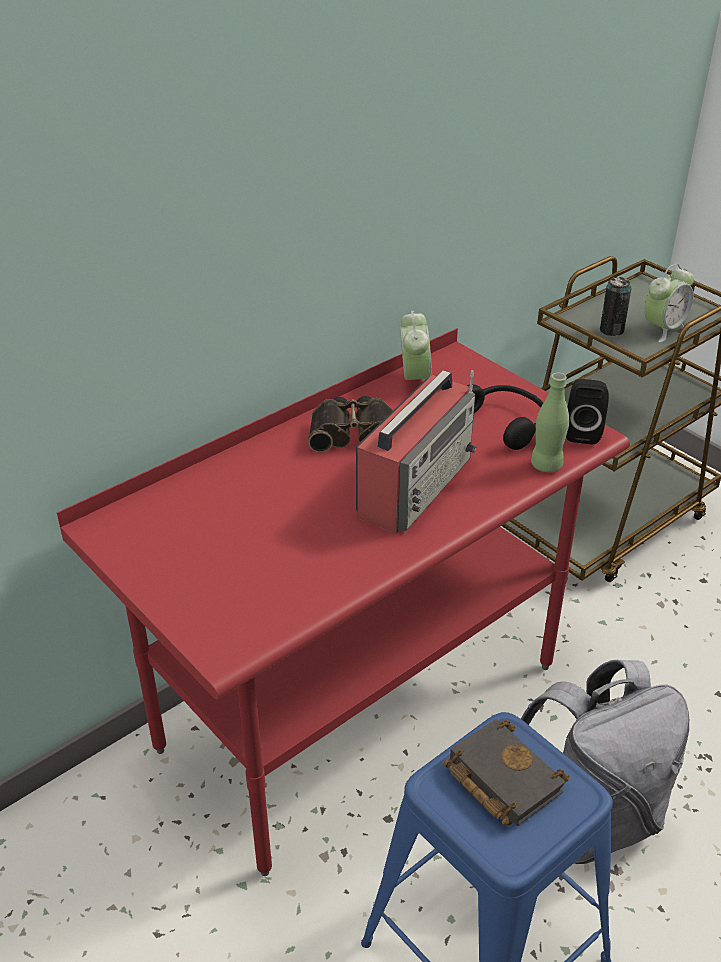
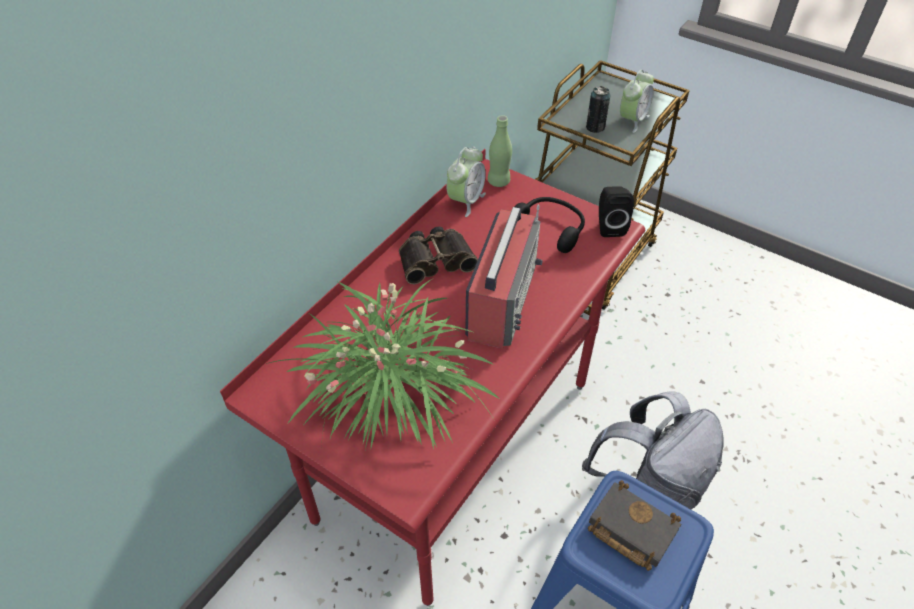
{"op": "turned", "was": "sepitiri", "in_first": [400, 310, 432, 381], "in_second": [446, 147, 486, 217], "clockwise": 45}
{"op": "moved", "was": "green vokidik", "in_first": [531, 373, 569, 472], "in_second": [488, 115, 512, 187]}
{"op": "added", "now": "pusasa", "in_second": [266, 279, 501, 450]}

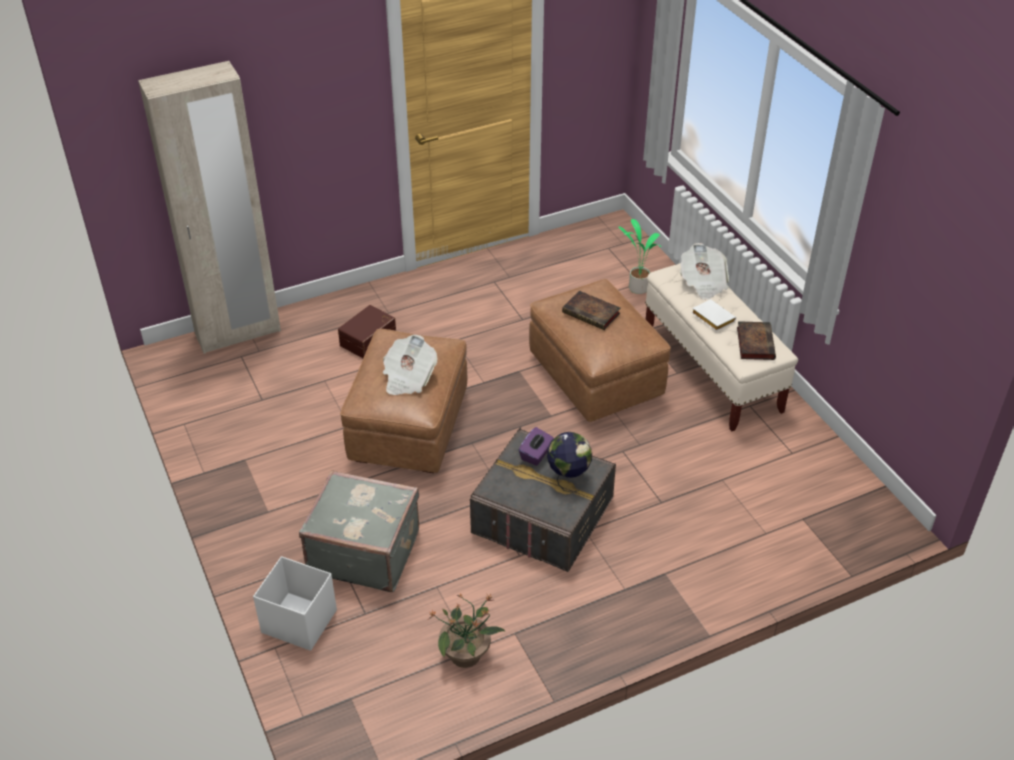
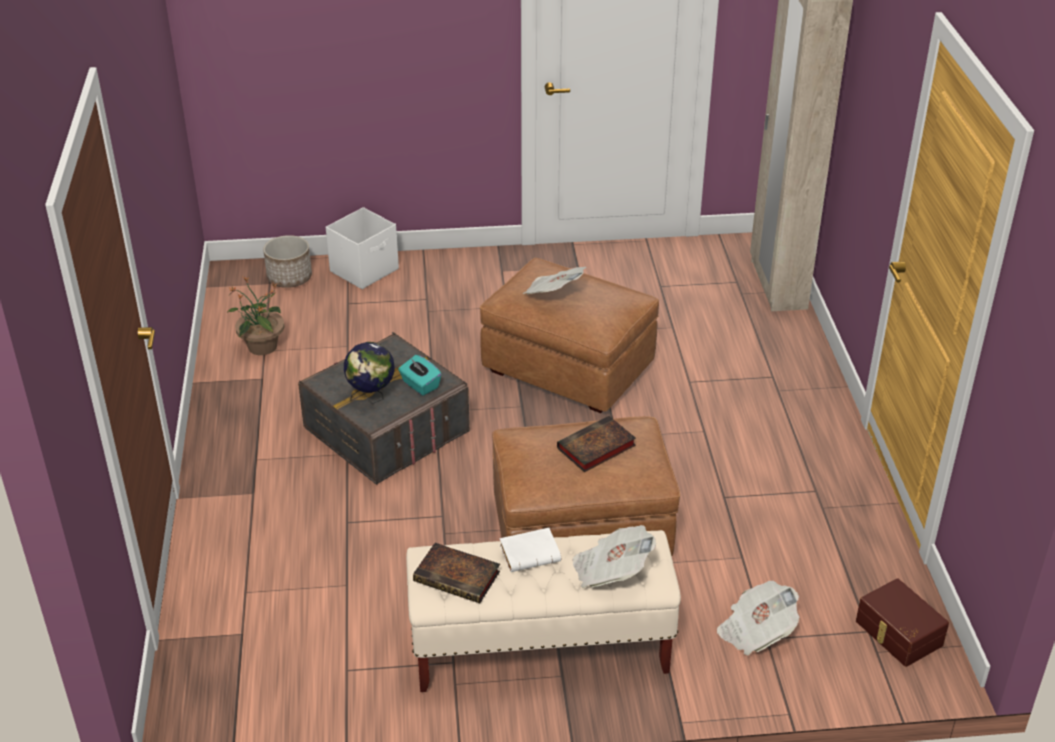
{"op": "removed", "was": "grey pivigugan", "in_first": [299, 470, 419, 592]}
{"op": "moved", "was": "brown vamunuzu", "in_first": [338, 305, 396, 358], "in_second": [856, 578, 949, 667]}
{"op": "recoloured", "was": "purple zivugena", "now": "turquoise zivugena", "in_first": [519, 427, 554, 466], "in_second": [398, 355, 441, 396]}
{"op": "replaced", "was": "pusasa", "now": "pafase", "in_first": [618, 219, 662, 294], "in_second": [717, 581, 799, 656]}
{"op": "added", "now": "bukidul", "in_second": [263, 235, 312, 288]}

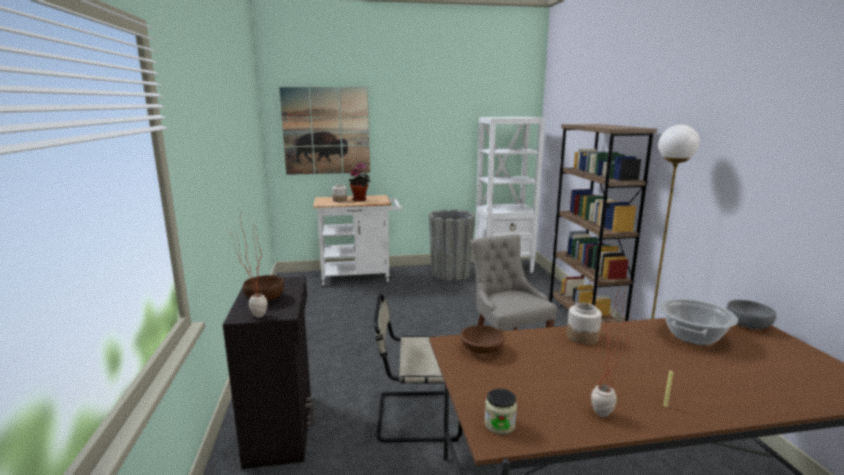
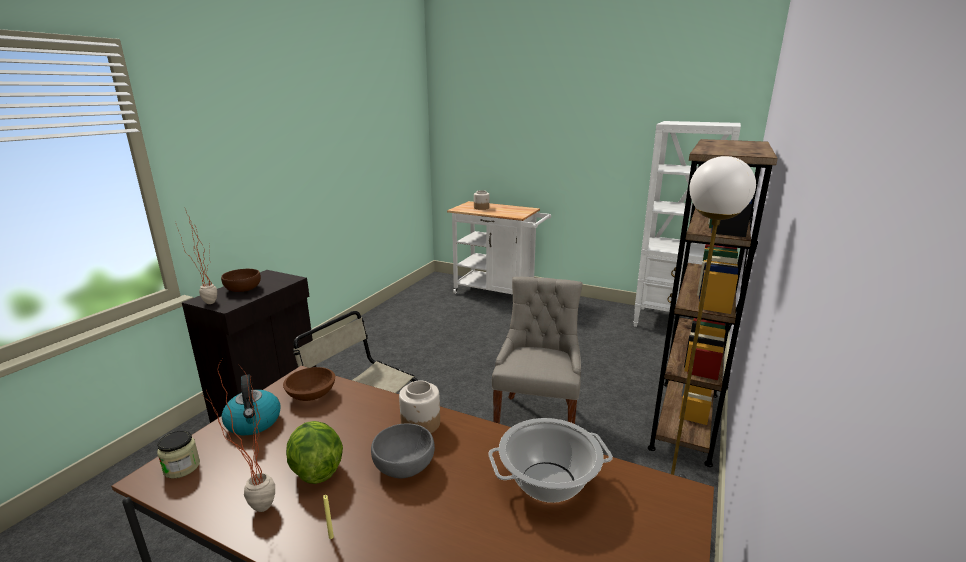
{"op": "removed", "was": "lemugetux", "in_first": [279, 87, 370, 175]}
{"op": "removed", "was": "pusasa", "in_first": [349, 162, 370, 201]}
{"op": "removed", "was": "grey bukidul", "in_first": [429, 209, 475, 281]}
{"op": "moved", "was": "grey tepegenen", "in_first": [727, 300, 776, 329], "in_second": [371, 424, 435, 479]}
{"op": "added", "now": "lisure", "in_second": [222, 375, 281, 435]}
{"op": "added", "now": "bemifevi", "in_second": [286, 421, 343, 484]}

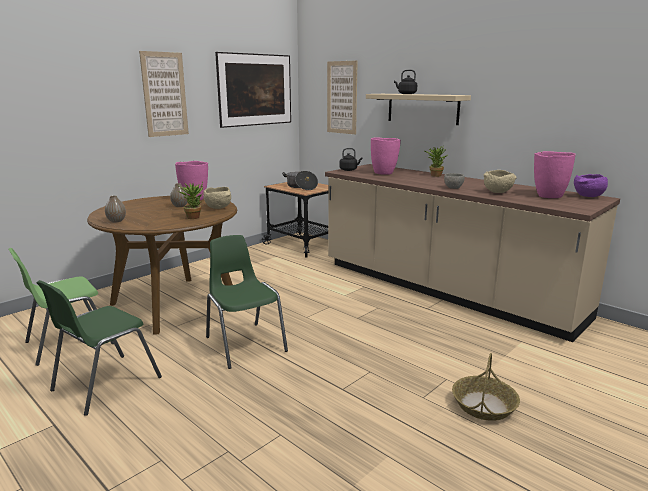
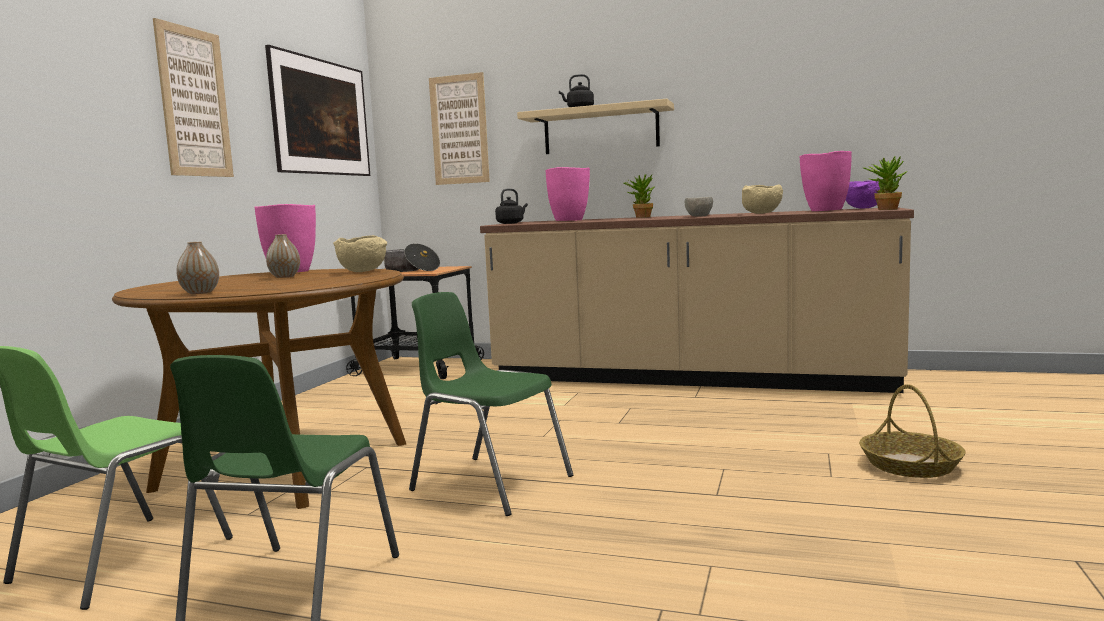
{"op": "moved", "was": "pusasa", "in_first": [178, 182, 203, 219], "in_second": [863, 156, 907, 210]}

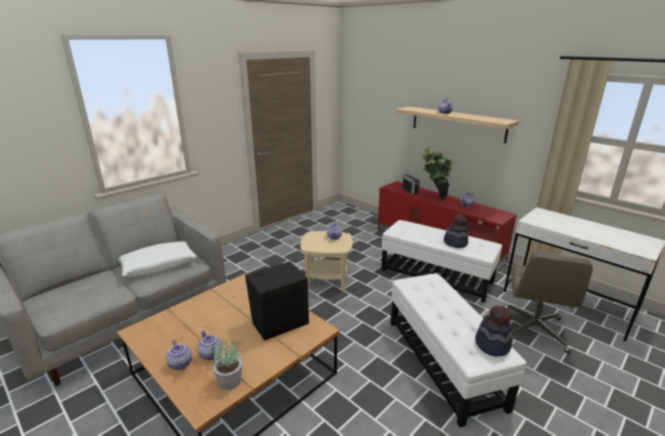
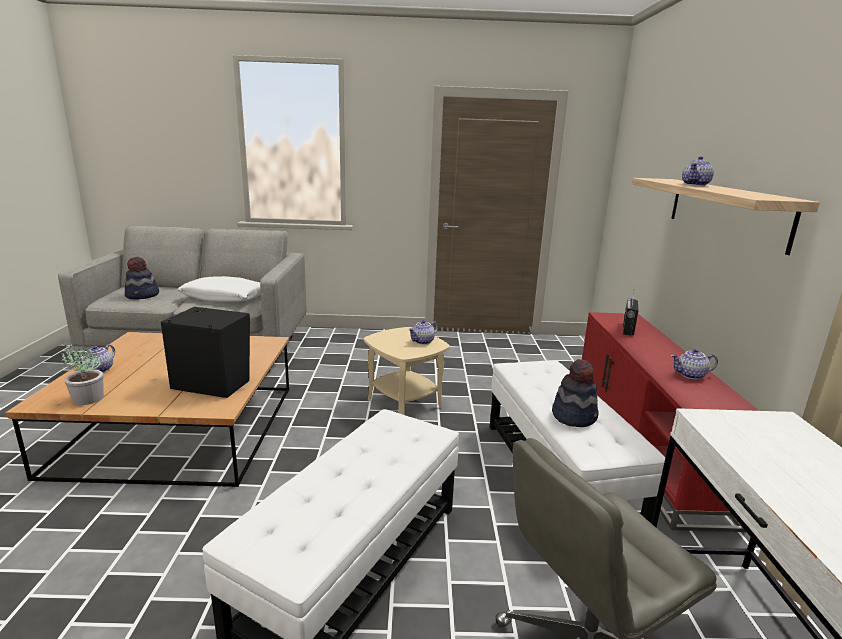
{"op": "removed", "was": "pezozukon", "in_first": [197, 331, 222, 360]}
{"op": "removed", "was": "pusasa", "in_first": [423, 146, 454, 199]}
{"op": "moved", "was": "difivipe", "in_first": [475, 305, 512, 356], "in_second": [125, 257, 159, 299]}

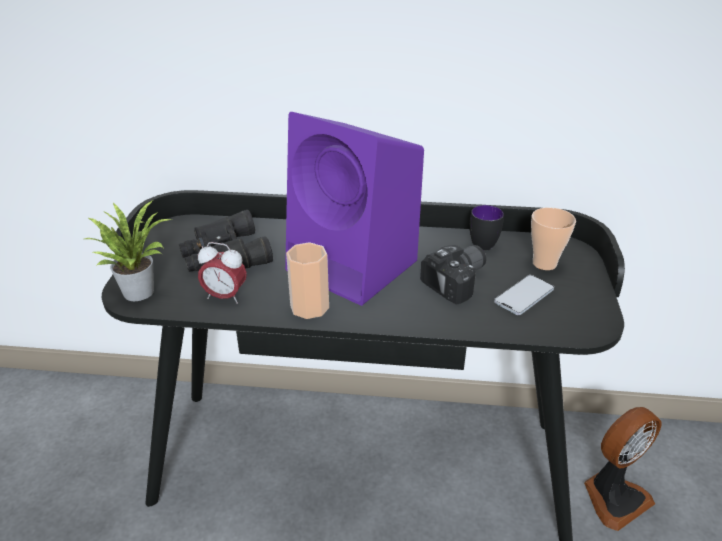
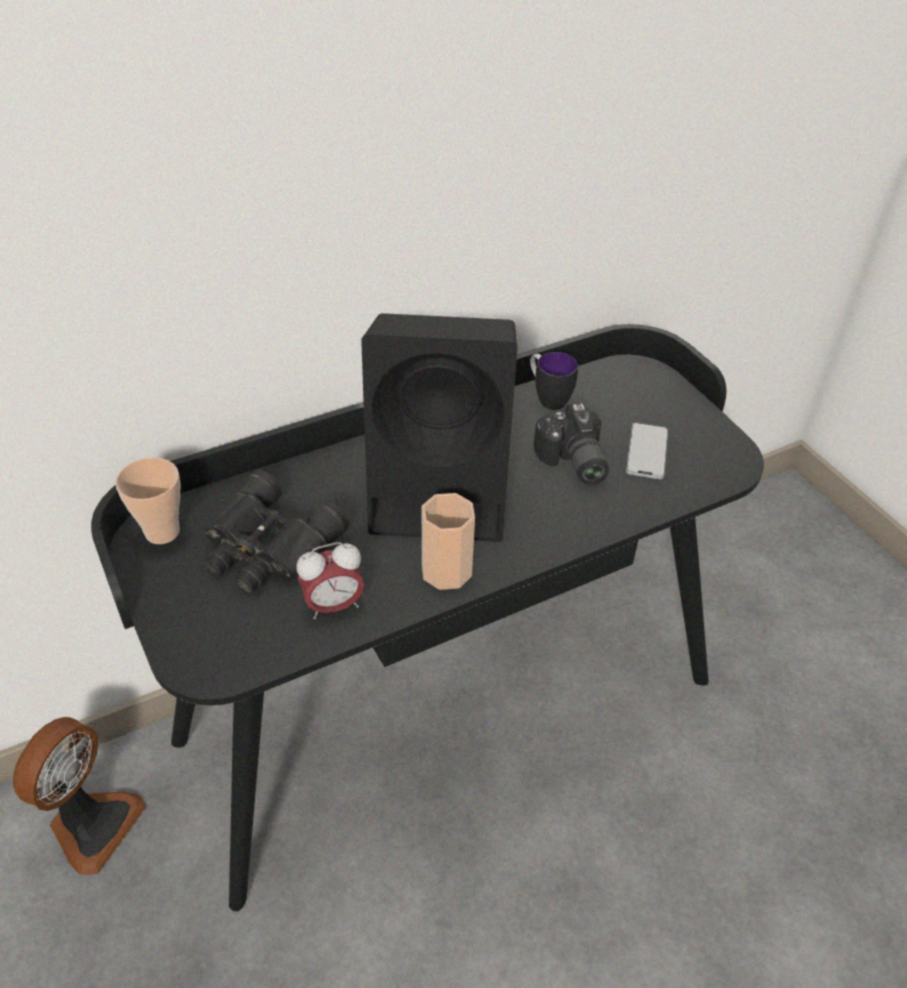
{"op": "removed", "was": "pusasa", "in_first": [85, 200, 171, 301]}
{"op": "recoloured", "was": "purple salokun", "now": "black salokun", "in_first": [285, 112, 424, 306], "in_second": [361, 313, 517, 542]}
{"op": "turned", "was": "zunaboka", "in_first": [420, 245, 486, 304], "in_second": [533, 402, 609, 485], "clockwise": 150}
{"op": "moved", "was": "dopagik", "in_first": [531, 207, 576, 270], "in_second": [115, 457, 180, 544]}
{"op": "moved", "was": "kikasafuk", "in_first": [584, 407, 662, 531], "in_second": [13, 717, 146, 875]}

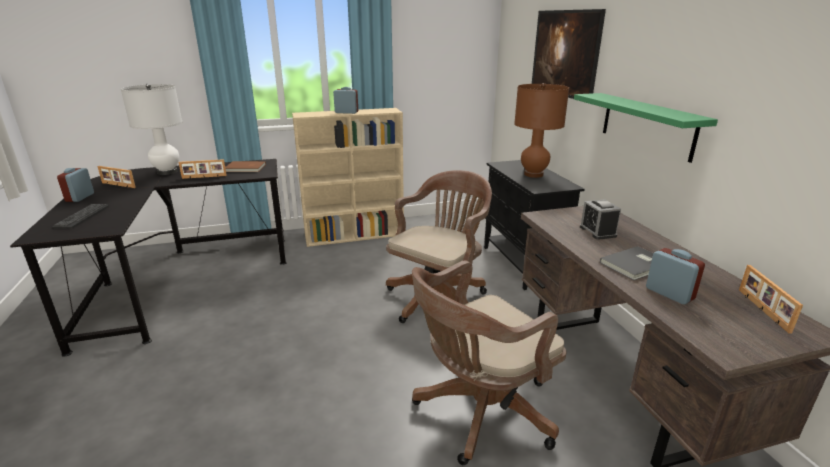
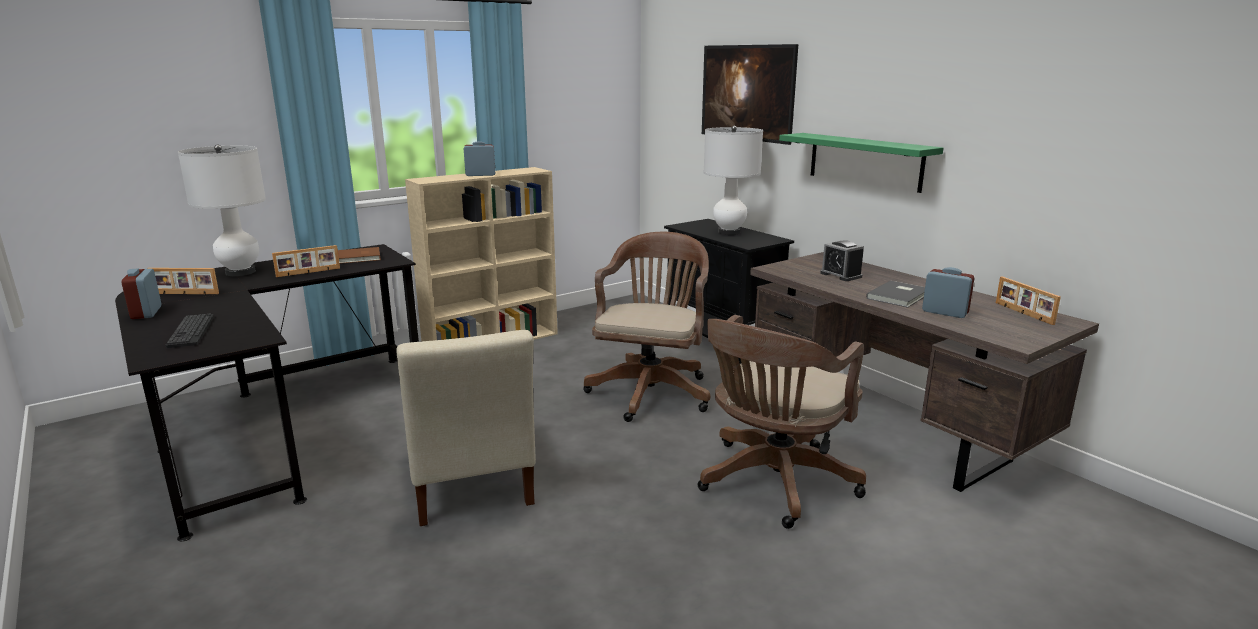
{"op": "recoloured", "was": "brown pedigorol", "now": "white pedigorol", "in_first": [514, 83, 569, 178], "in_second": [704, 126, 763, 235]}
{"op": "added", "now": "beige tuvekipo", "in_second": [396, 330, 536, 526]}

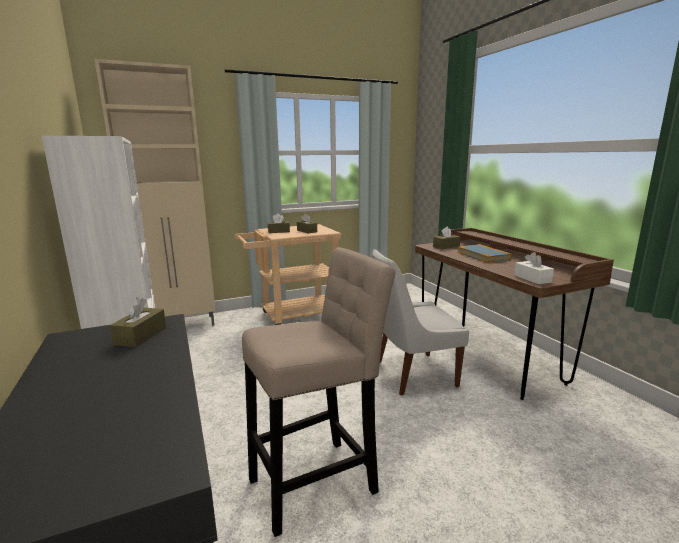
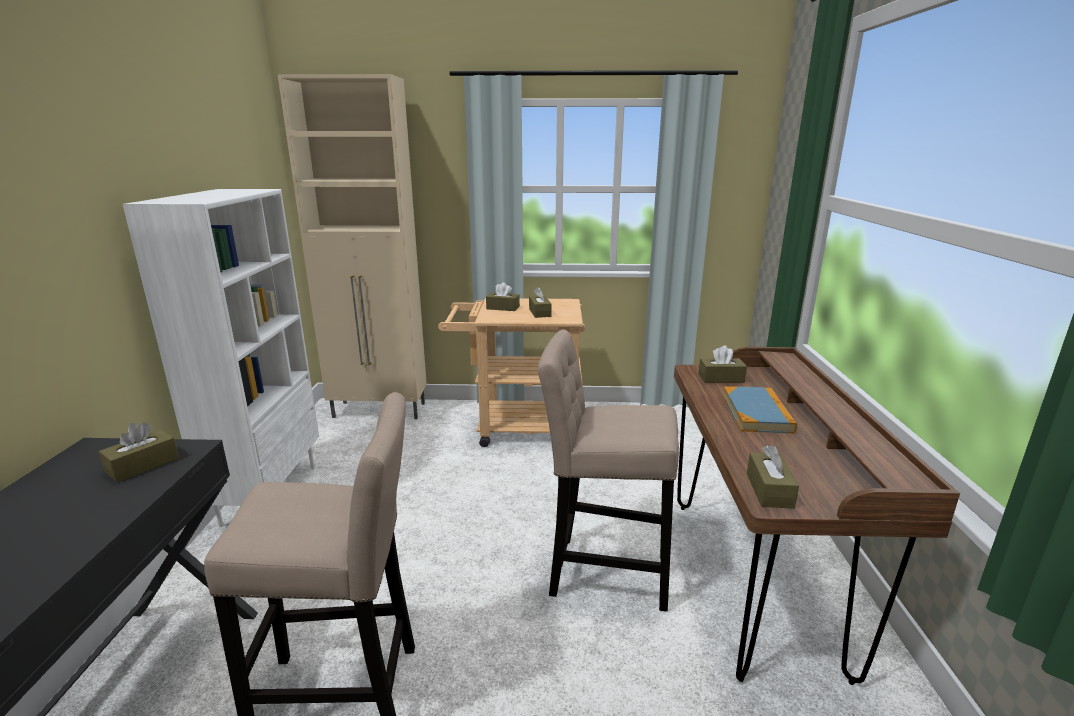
{"op": "replaced", "was": "white tuvekipo", "now": "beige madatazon", "in_first": [372, 249, 469, 396], "in_second": [538, 329, 679, 612]}
{"op": "recoloured", "was": "white zivugena", "now": "brown zivugena", "in_first": [514, 252, 554, 284], "in_second": [747, 445, 799, 509]}

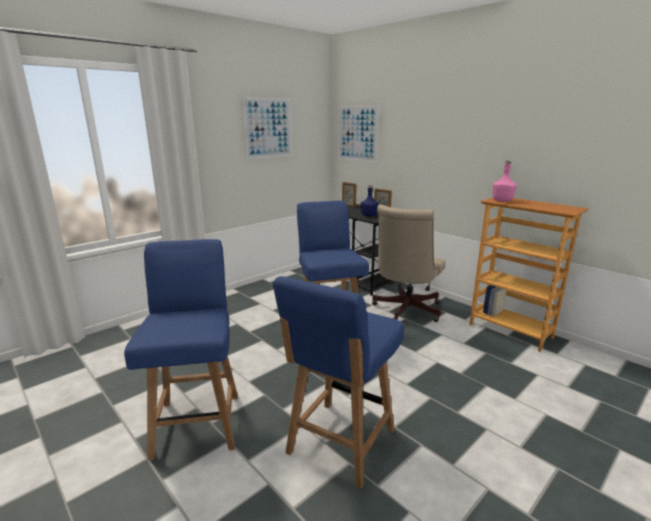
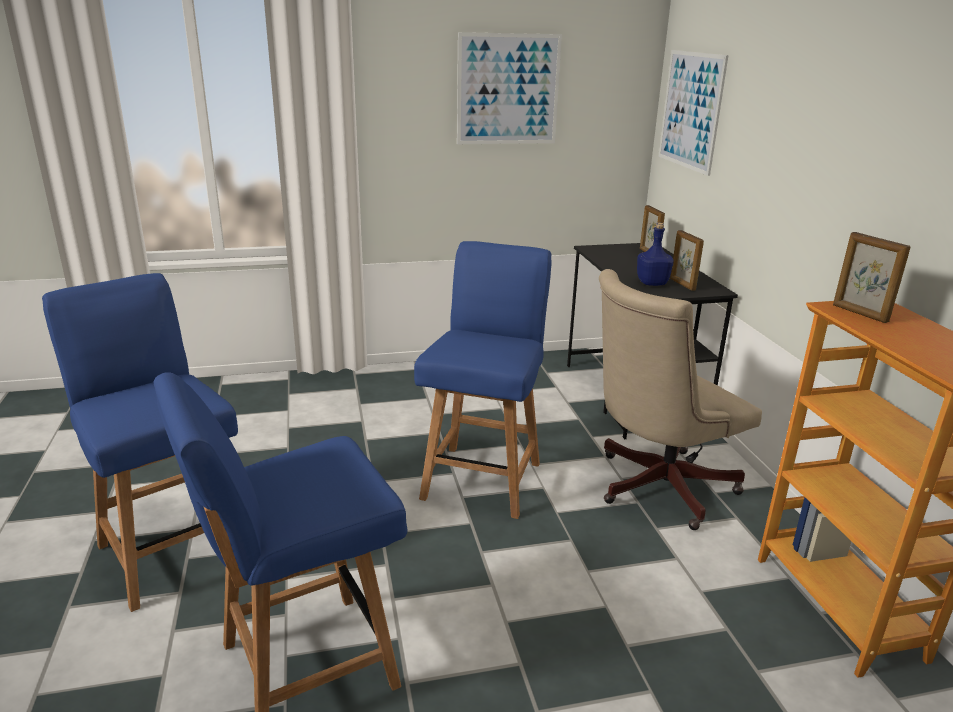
{"op": "turned", "was": "blue tuvekipo", "in_first": [124, 239, 238, 461], "in_second": [42, 273, 238, 612], "clockwise": -60}
{"op": "replaced", "was": "pink vokidik", "now": "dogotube", "in_first": [493, 161, 517, 202], "in_second": [833, 232, 911, 323]}

